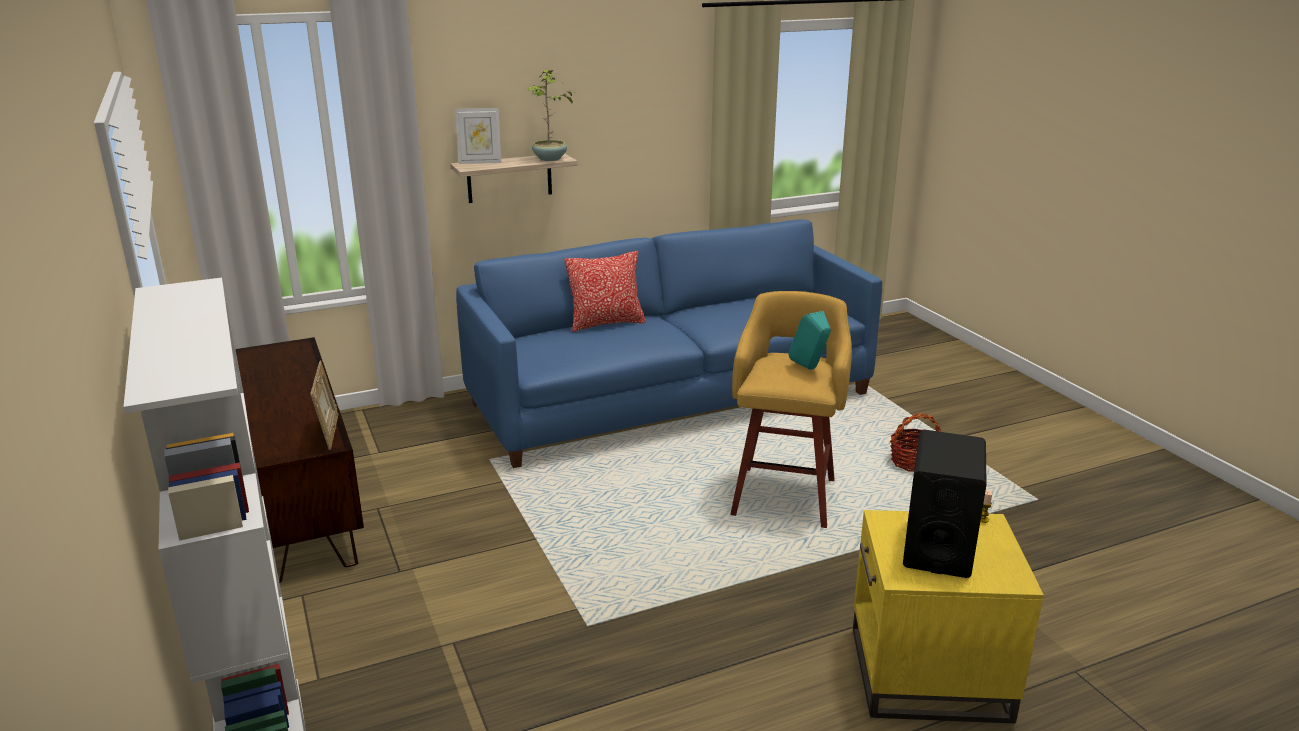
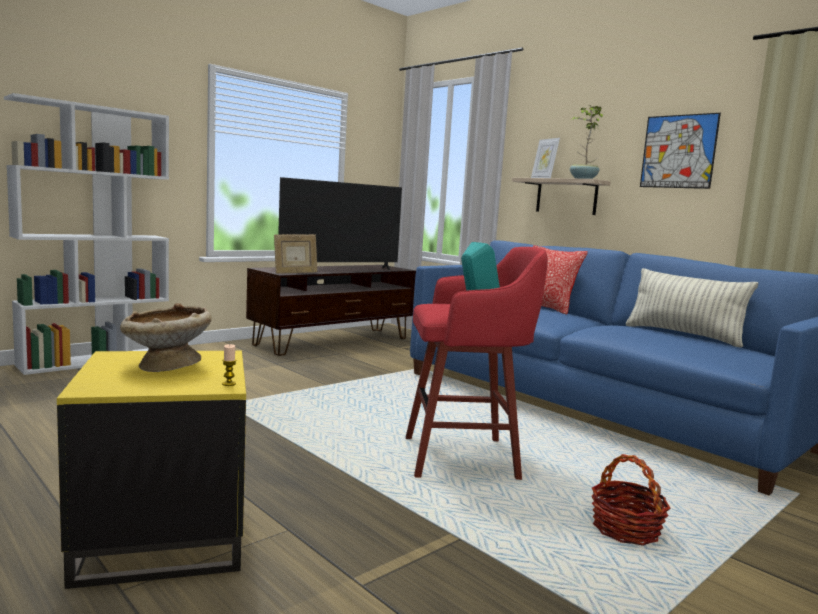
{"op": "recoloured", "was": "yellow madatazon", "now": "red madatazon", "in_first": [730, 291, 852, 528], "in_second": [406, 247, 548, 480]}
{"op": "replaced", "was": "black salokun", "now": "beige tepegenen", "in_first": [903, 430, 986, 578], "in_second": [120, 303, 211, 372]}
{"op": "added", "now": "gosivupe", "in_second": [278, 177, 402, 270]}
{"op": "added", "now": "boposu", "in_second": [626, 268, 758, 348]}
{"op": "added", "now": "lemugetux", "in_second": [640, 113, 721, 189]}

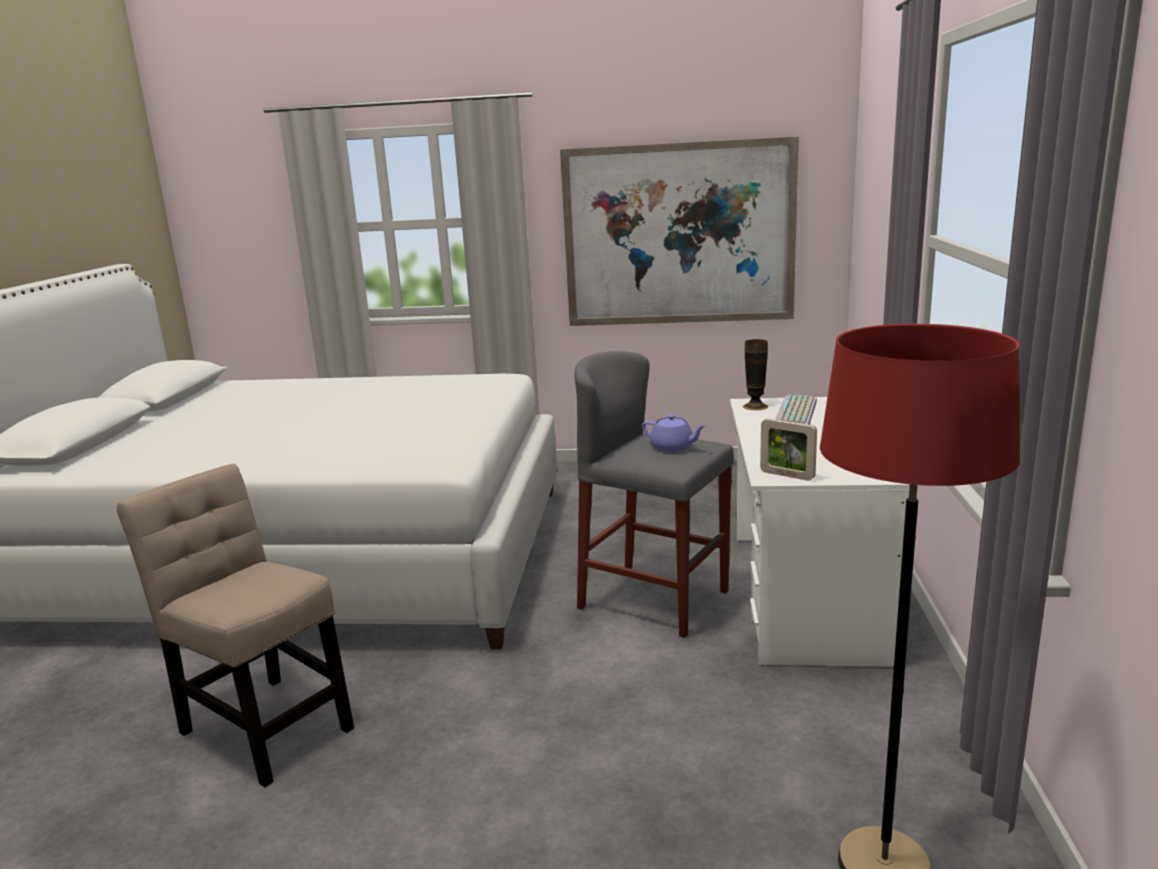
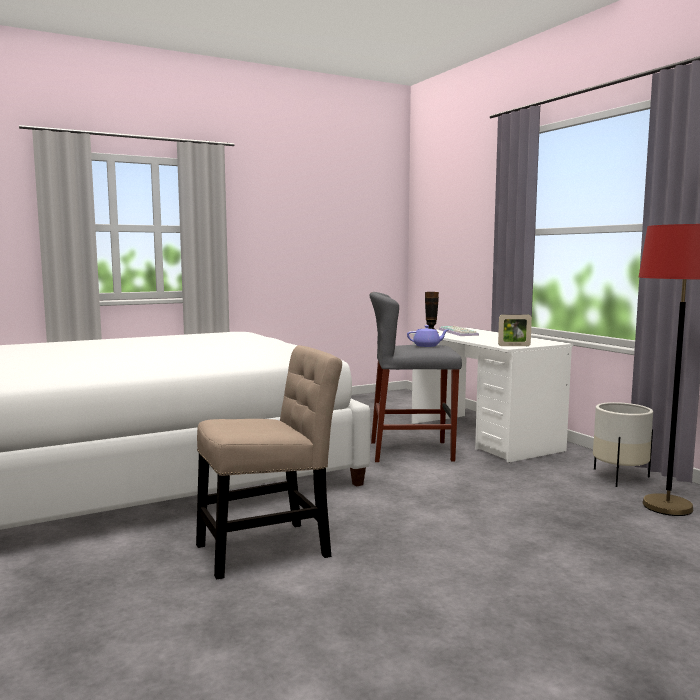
{"op": "turned", "was": "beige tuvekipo", "in_first": [117, 464, 354, 787], "in_second": [196, 345, 342, 579], "clockwise": 150}
{"op": "removed", "was": "lemugetux", "in_first": [560, 137, 799, 326]}
{"op": "added", "now": "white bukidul", "in_second": [593, 402, 653, 487]}

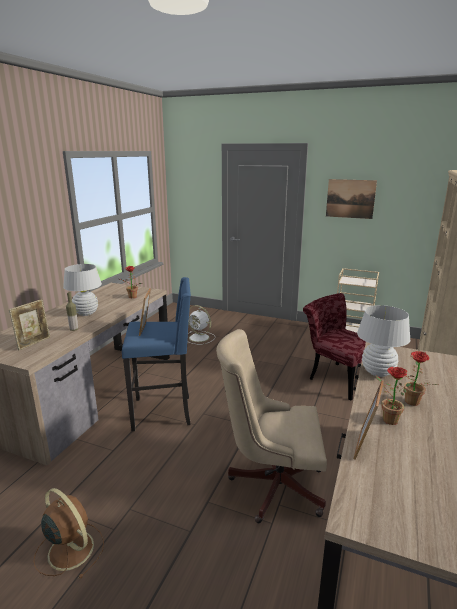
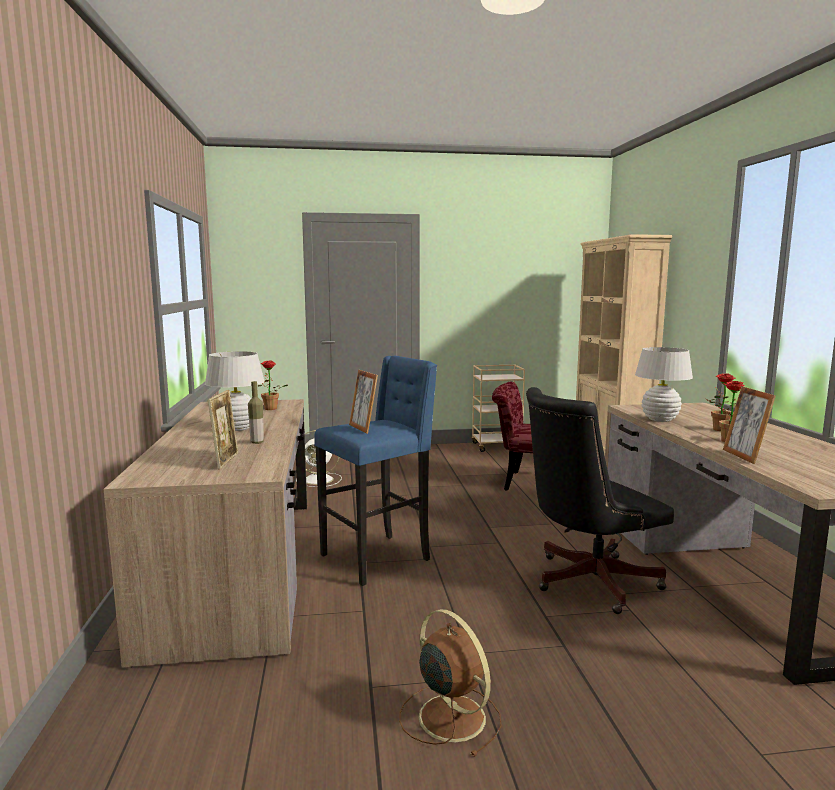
{"op": "turned", "was": "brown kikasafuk", "in_first": [33, 488, 104, 579], "in_second": [399, 609, 502, 757], "clockwise": 45}
{"op": "recoloured", "was": "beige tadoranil", "now": "black tadoranil", "in_first": [216, 329, 327, 523], "in_second": [526, 387, 674, 614]}
{"op": "removed", "was": "lemugetux", "in_first": [326, 179, 377, 219]}

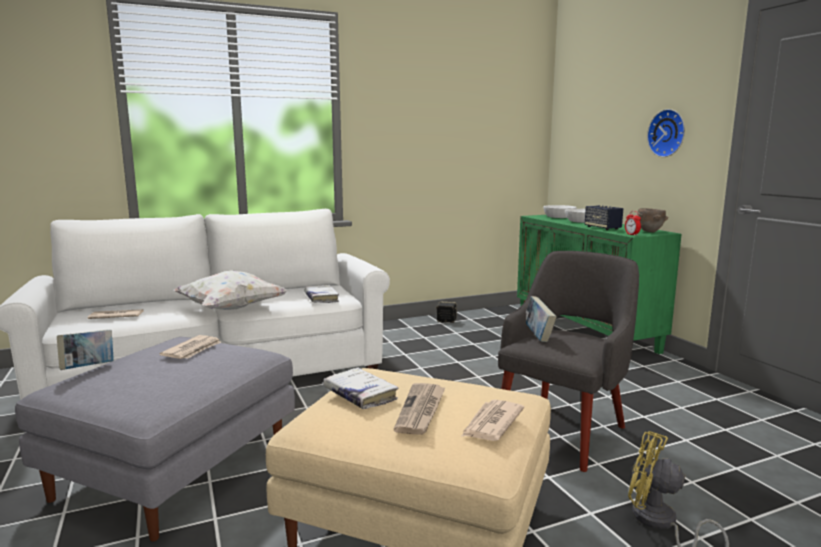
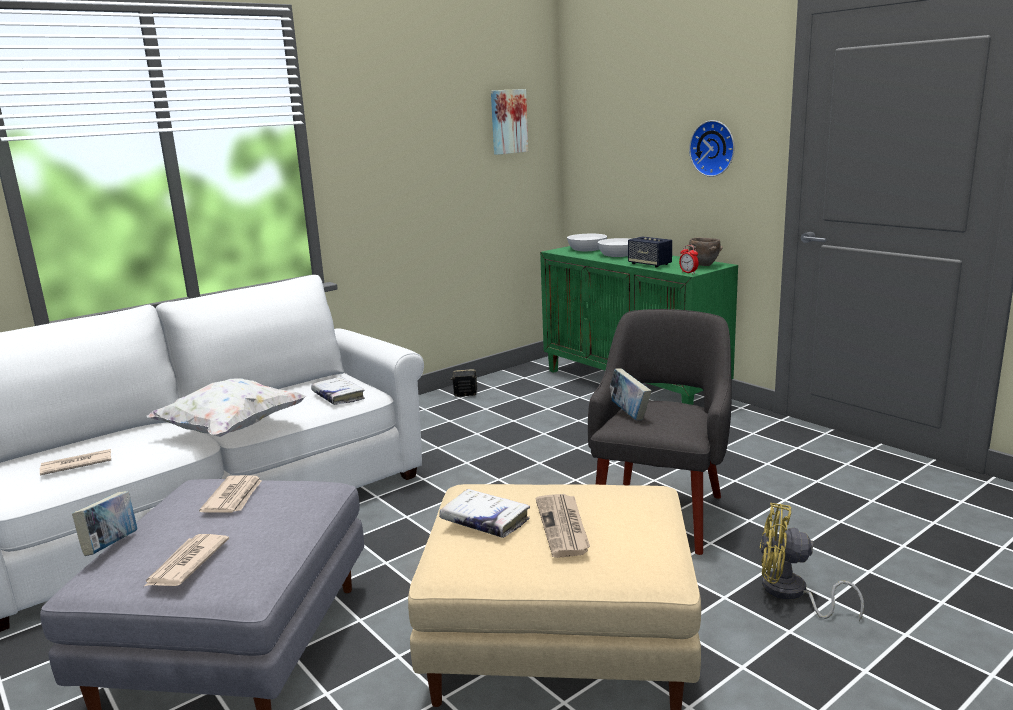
{"op": "moved", "was": "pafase", "in_first": [461, 400, 524, 441], "in_second": [145, 534, 229, 586]}
{"op": "added", "now": "lemugetux", "in_second": [491, 89, 528, 155]}

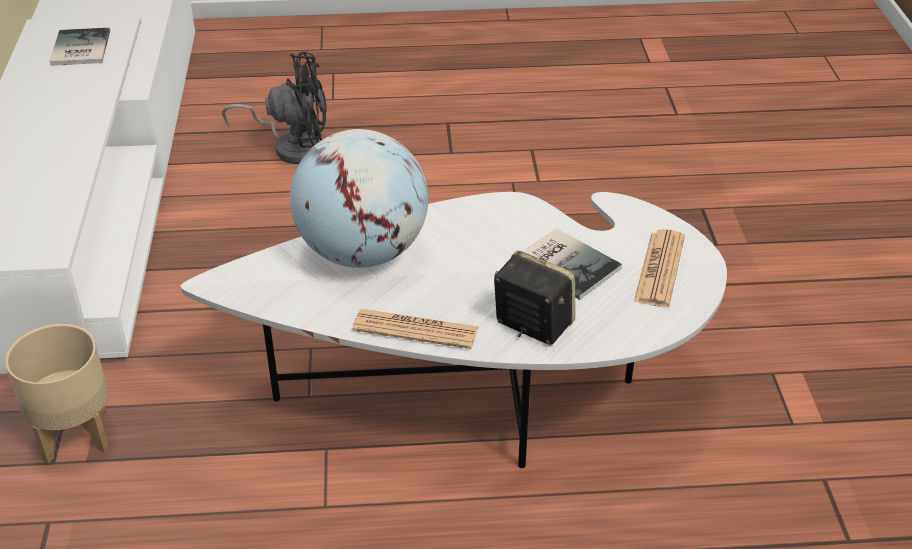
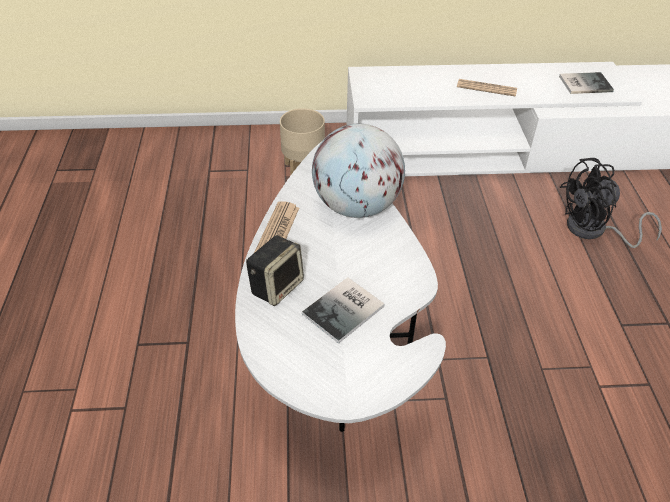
{"op": "turned", "was": "black kikasafuk", "in_first": [222, 52, 327, 164], "in_second": [560, 158, 662, 248], "clockwise": 75}
{"op": "moved", "was": "pafase", "in_first": [634, 229, 685, 307], "in_second": [457, 79, 517, 97]}

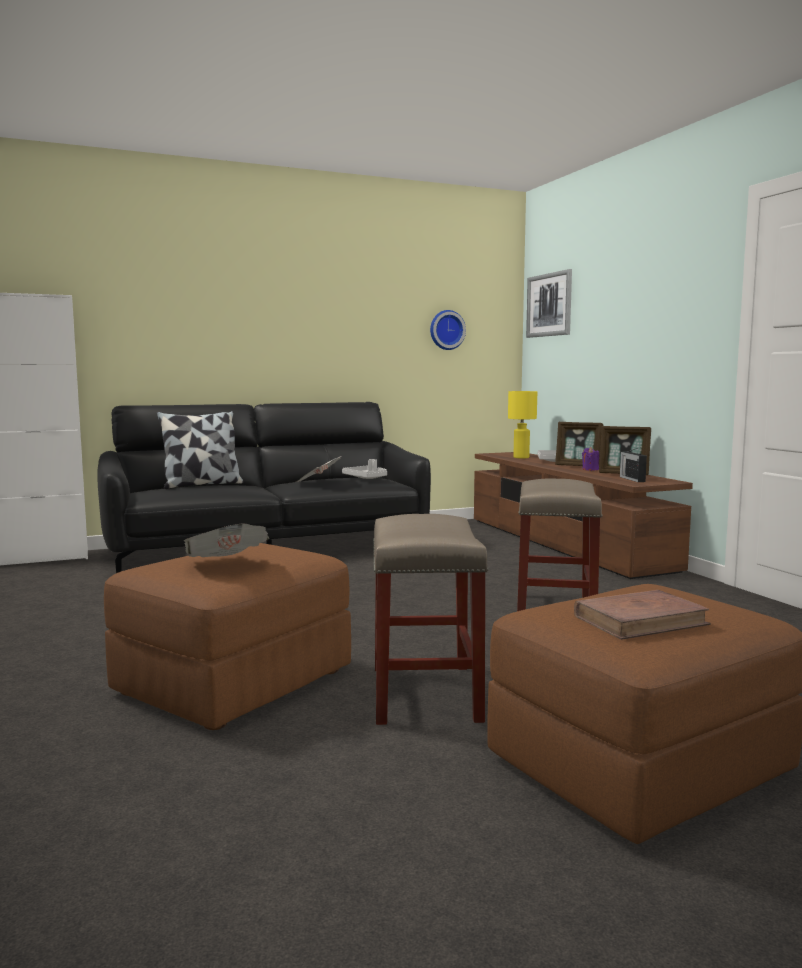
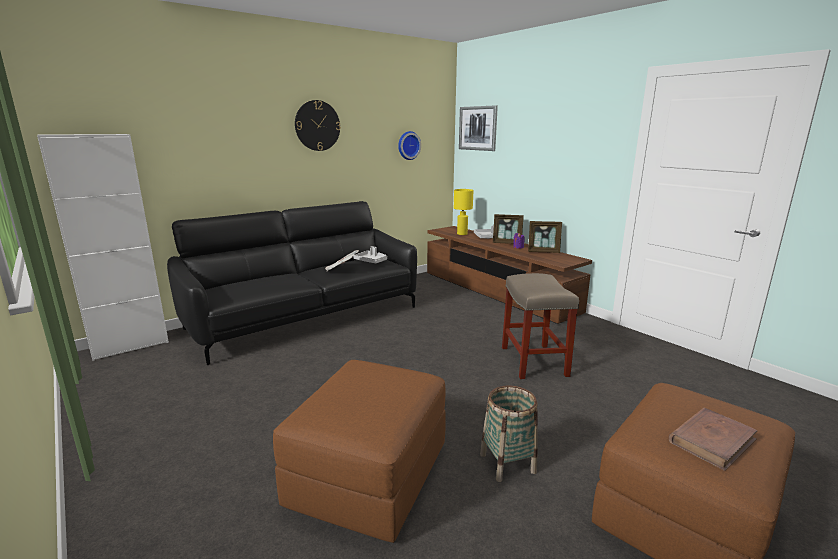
{"op": "removed", "was": "boposu", "in_first": [157, 411, 244, 489]}
{"op": "removed", "was": "pafase", "in_first": [184, 524, 269, 557]}
{"op": "replaced", "was": "beige madatazon", "now": "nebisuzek", "in_first": [373, 514, 489, 725], "in_second": [480, 385, 537, 482]}
{"op": "removed", "was": "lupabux", "in_first": [620, 448, 647, 482]}
{"op": "added", "now": "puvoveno", "in_second": [295, 100, 341, 151]}

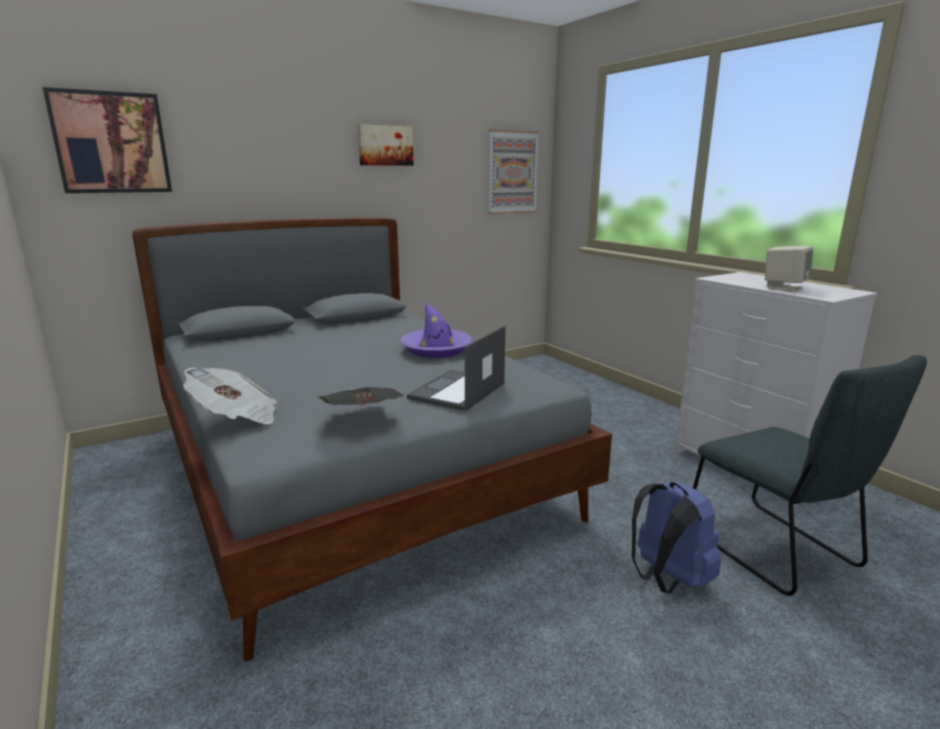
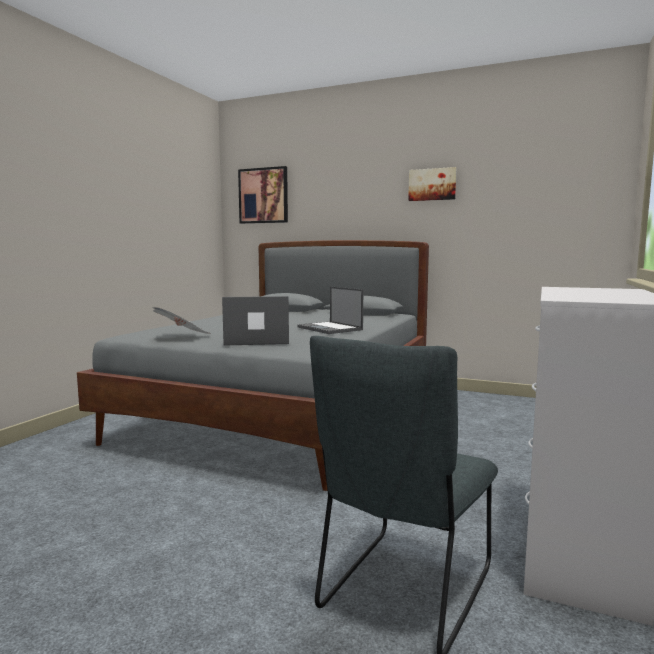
{"op": "removed", "was": "pafase", "in_first": [183, 368, 277, 424]}
{"op": "replaced", "was": "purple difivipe", "now": "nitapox", "in_first": [400, 302, 473, 358], "in_second": [297, 286, 363, 334]}
{"op": "removed", "was": "lemugetux", "in_first": [488, 129, 539, 214]}
{"op": "removed", "was": "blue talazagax", "in_first": [632, 482, 721, 594]}
{"op": "removed", "was": "beige salokun", "in_first": [765, 246, 813, 292]}

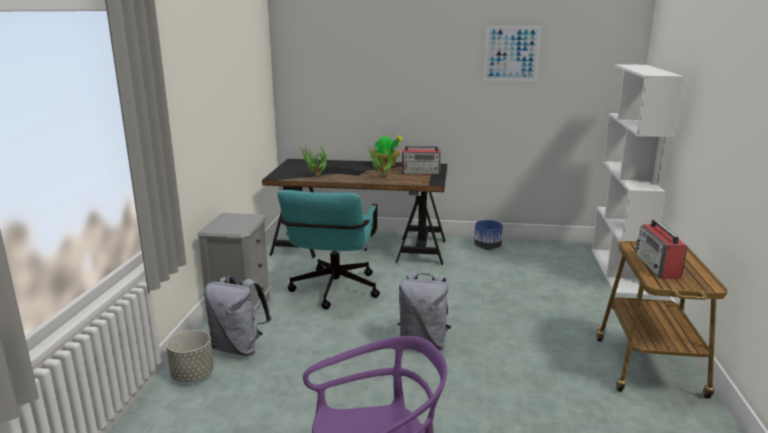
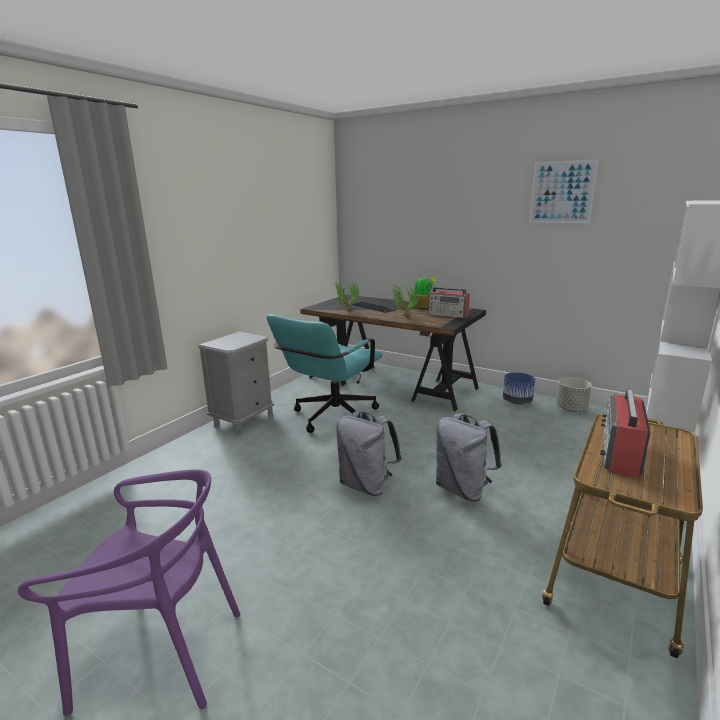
{"op": "moved", "was": "grey bukidul", "in_first": [166, 330, 214, 382], "in_second": [556, 377, 592, 412]}
{"op": "moved", "was": "grey talazagax", "in_first": [204, 276, 271, 356], "in_second": [436, 413, 501, 501]}

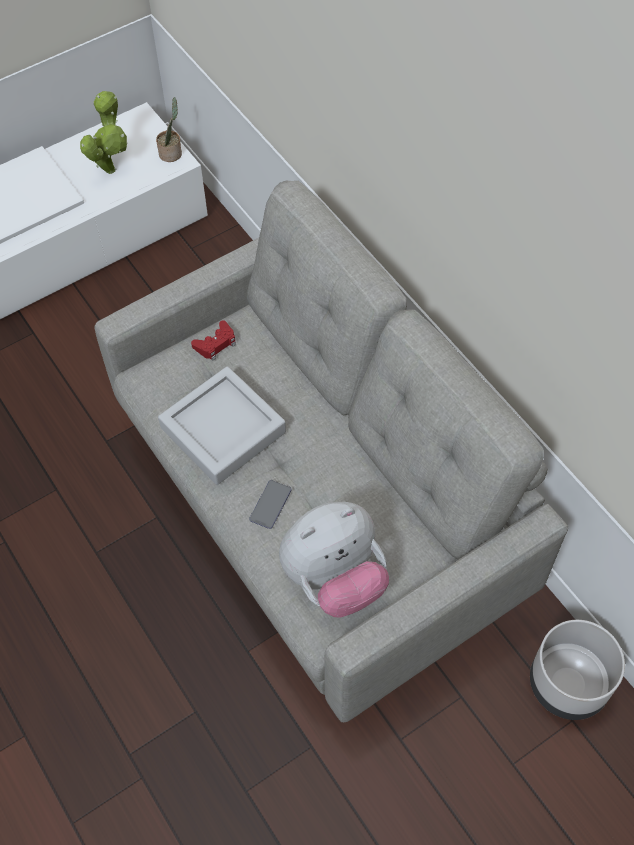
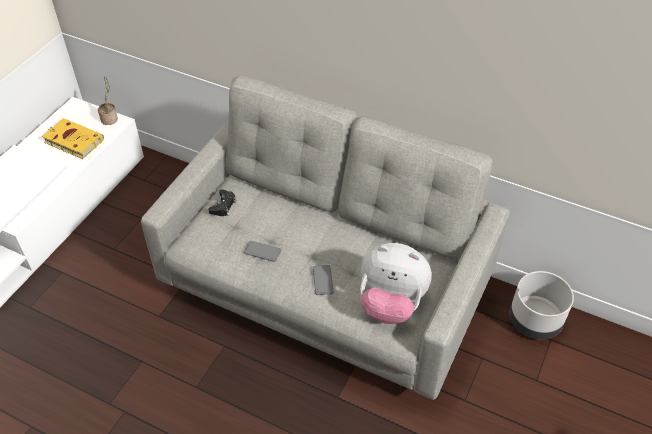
{"op": "replaced", "was": "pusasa", "now": "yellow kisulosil", "in_first": [80, 91, 127, 174], "in_second": [42, 118, 104, 159]}
{"op": "replaced", "was": "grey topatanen", "now": "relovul", "in_first": [158, 366, 286, 485], "in_second": [244, 241, 281, 262]}
{"op": "recoloured", "was": "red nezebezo", "now": "black nezebezo", "in_first": [191, 320, 236, 360], "in_second": [208, 189, 237, 216]}
{"op": "turned", "was": "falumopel", "in_first": [279, 502, 389, 618], "in_second": [360, 243, 432, 324], "clockwise": 75}

